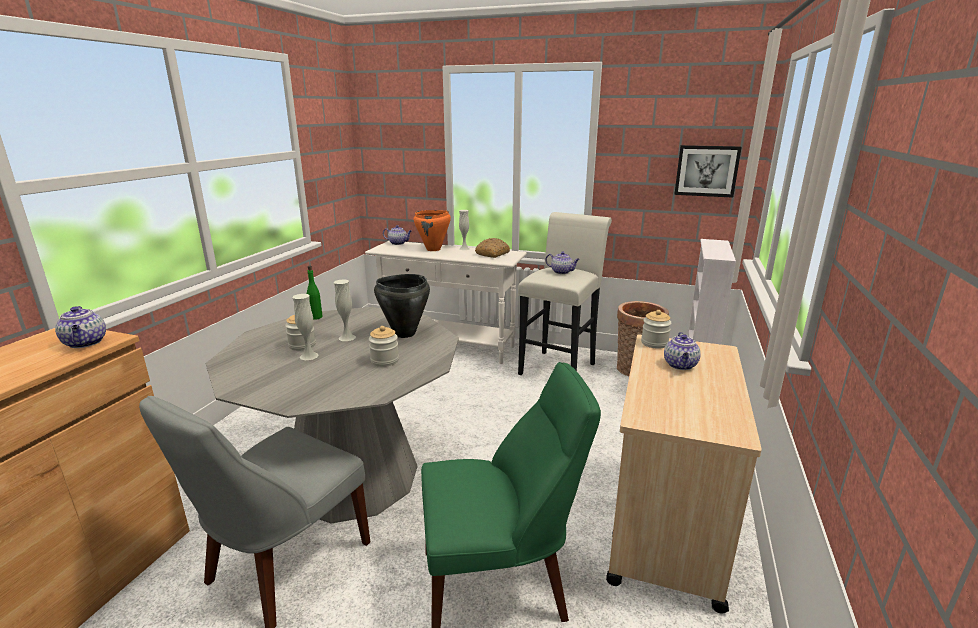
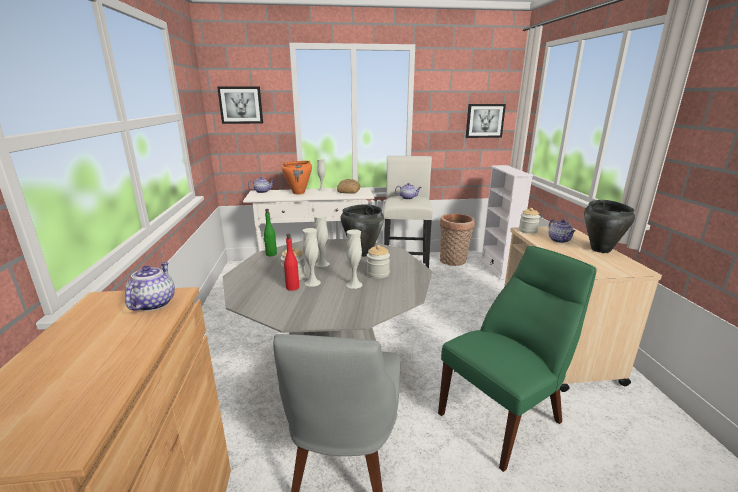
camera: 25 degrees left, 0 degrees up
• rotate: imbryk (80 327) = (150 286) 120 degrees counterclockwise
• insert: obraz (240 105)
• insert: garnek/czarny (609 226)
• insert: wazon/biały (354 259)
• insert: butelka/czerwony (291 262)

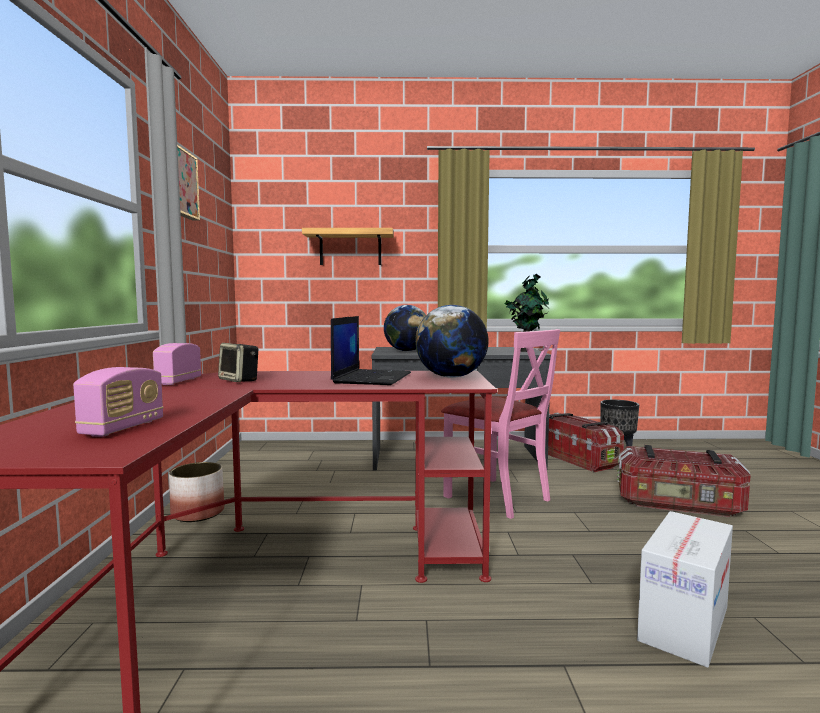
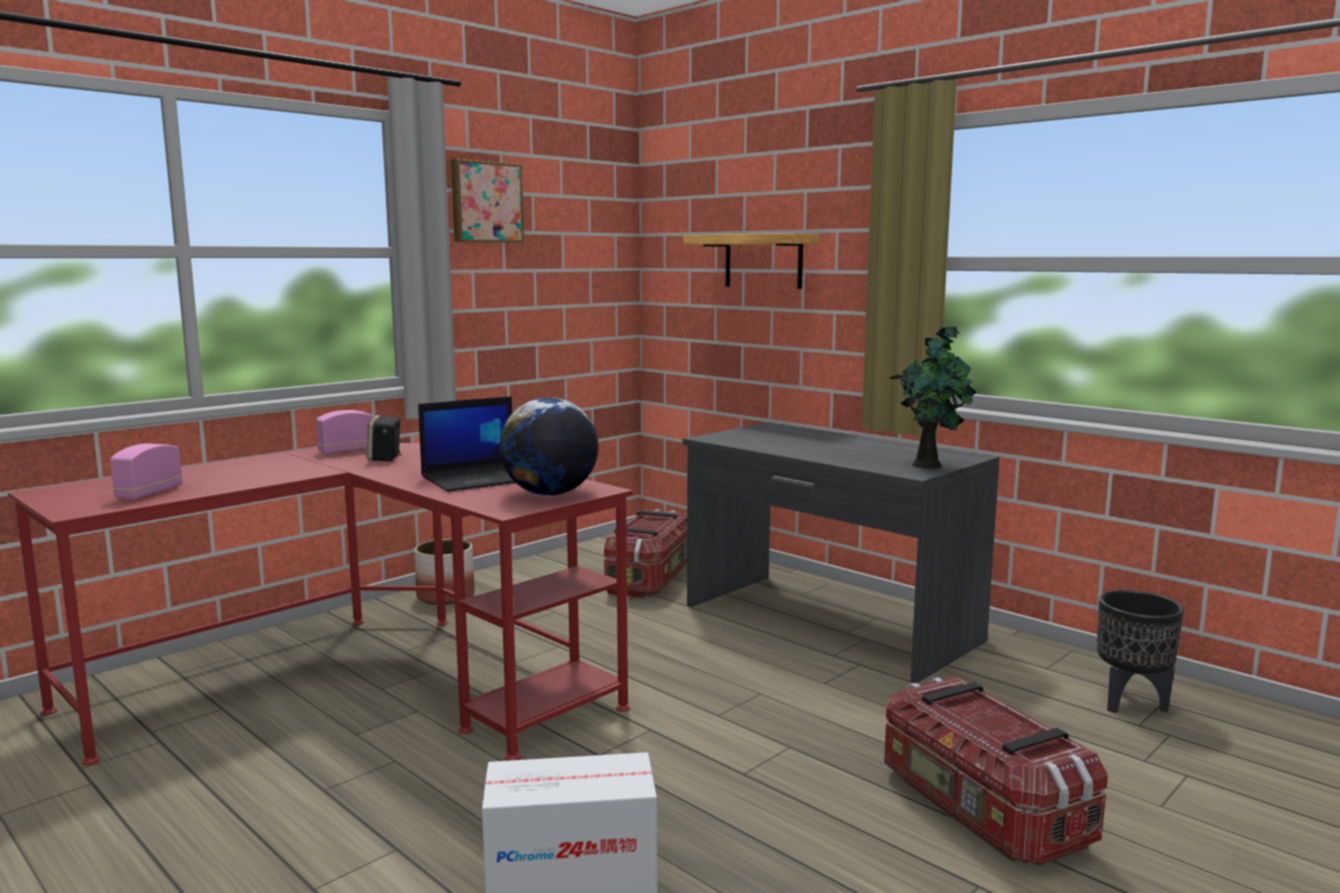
camera: 45 degrees right, 5 degrees up
• delete: globus (405 328)
• delete: krzesło/różowy (500 424)
• rotate: radio (118 402) = (146 472) 135 degrees clockwise
• move: pojemnik do przechowywania (586 442) to (645 553)

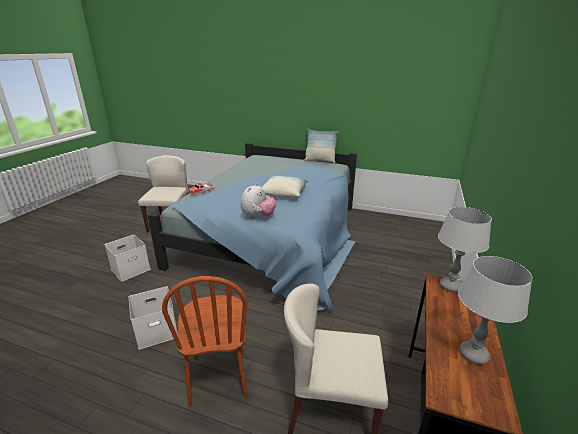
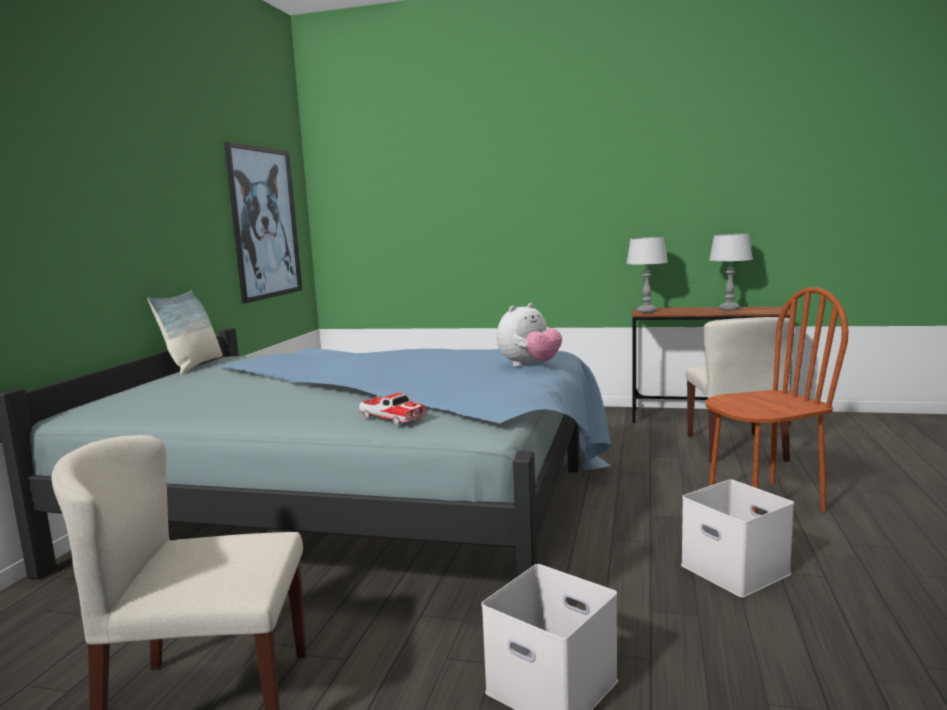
camera: 95 degrees left, 15 degrees down
• delete: poduszka (285 186)
• rotate: pluszak (258 201) = (529 335) 120 degrees clockwise
• insert: obraz (263 222)

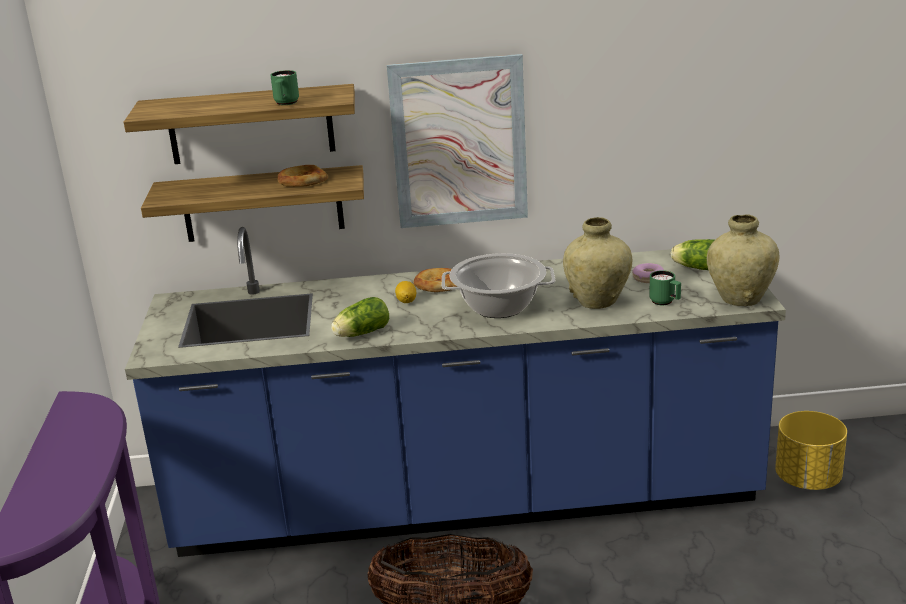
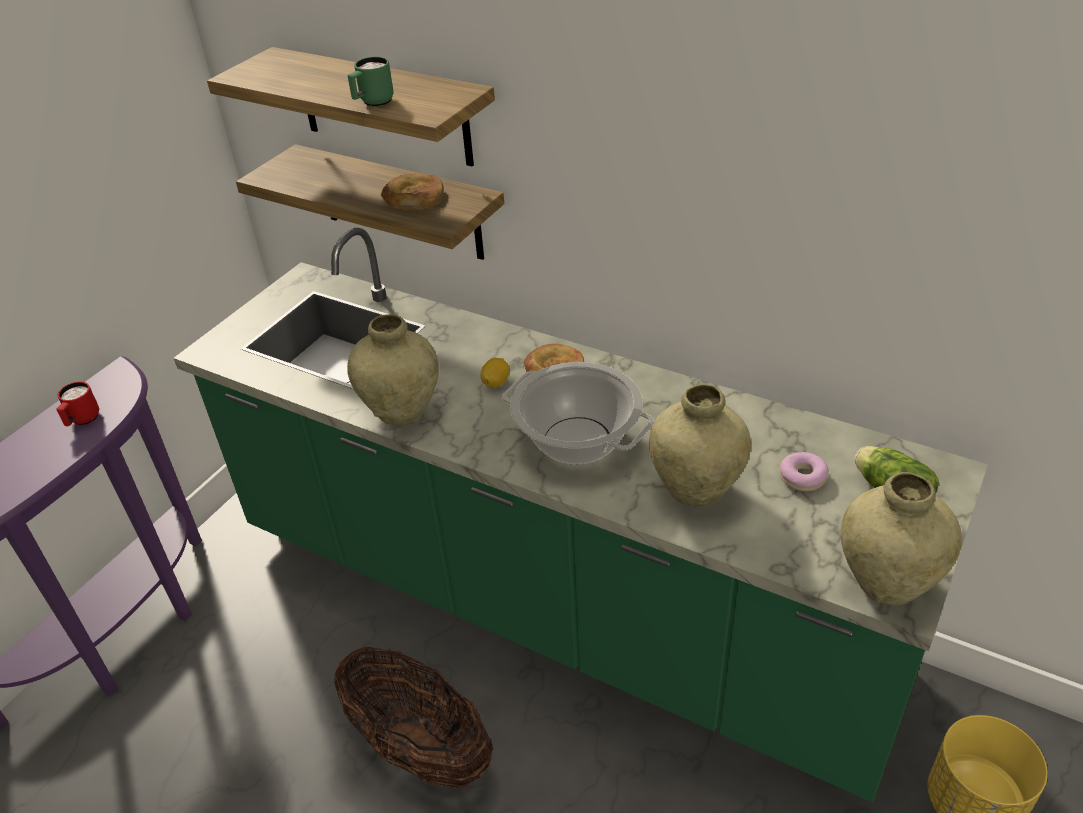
camera: 35 degrees right, 15 degrees up
• delete: obraz (457 141)
• recolor: zabudowa kuchenna/niebieski (455 392) to zabudowa kuchenna/zielony (581 515)
• delete: kubek/zielony (665 287)
• replace: sałata (360 317) to wazon/beżowy (393 370)
• insert: kubek/czerwony (77 403)

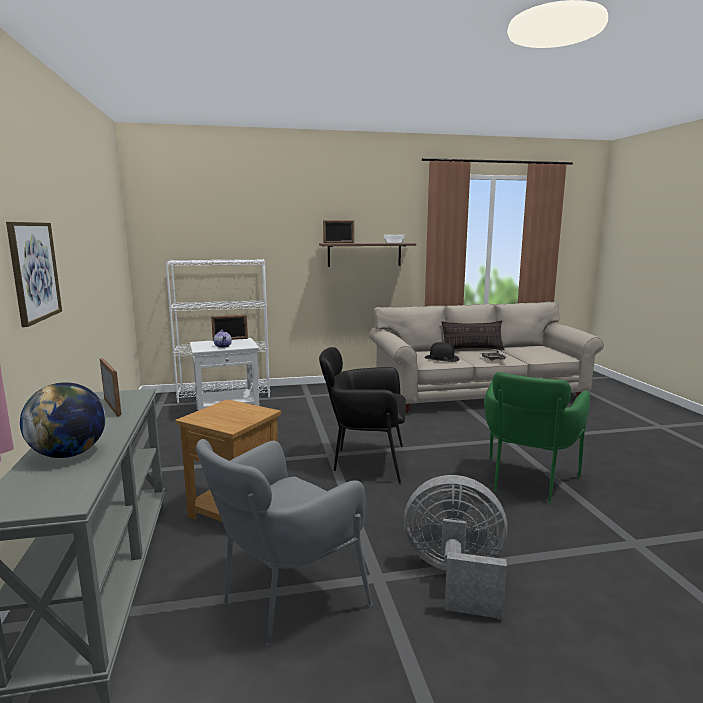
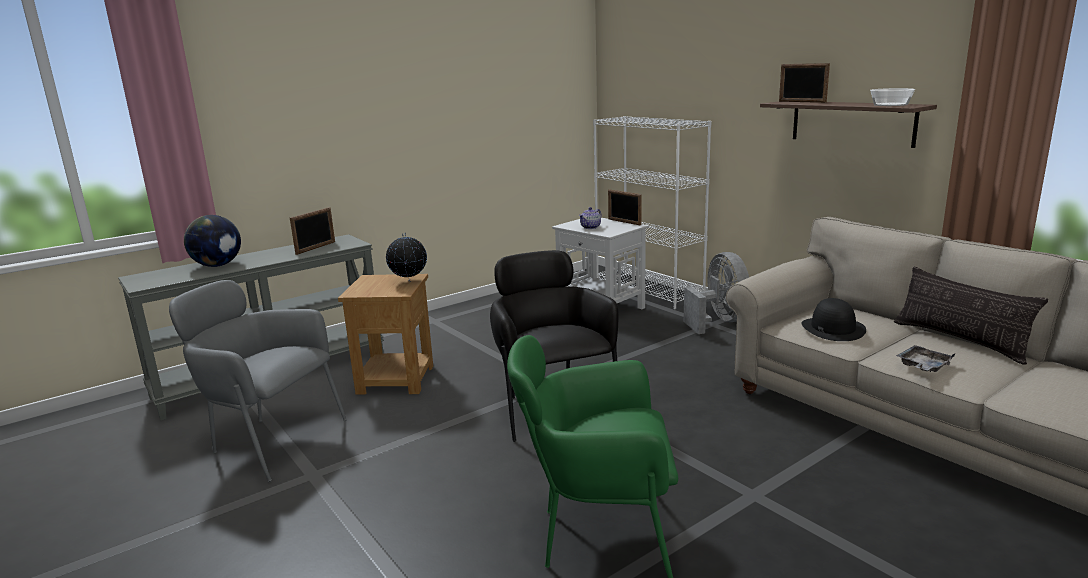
camera: 65 degrees right, 5 degrees up
• delete: obraz (34 274)
• move: wentylator/szary (456 547) to (716 293)
• insert: globus (406 257)

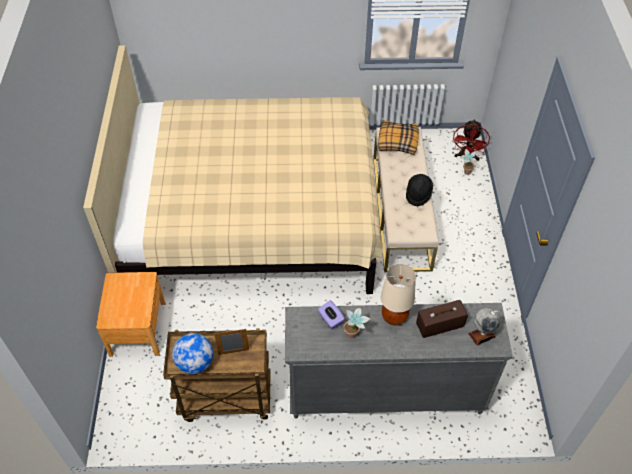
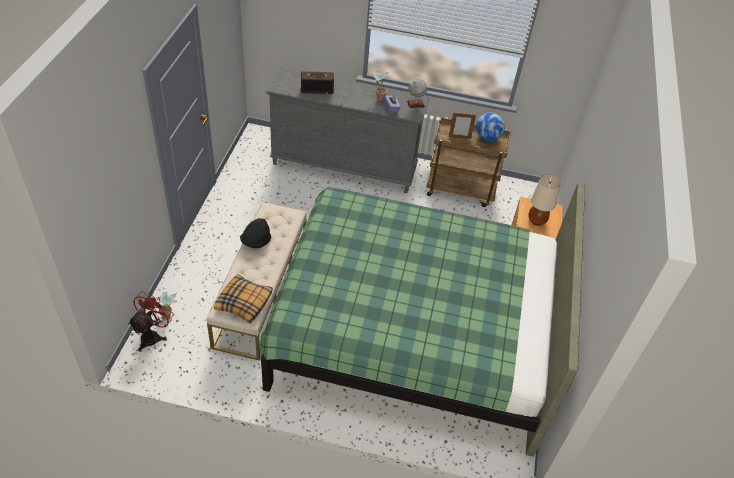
camera: 170 degrees left, 5 degrees down
• recolor: łóżko/beżowy (233 169) to łóżko/zielony (422 320)
• move: lampa stołowa/beżowy (398 294) to (544 200)
• move: globus (484 327) to (417 93)

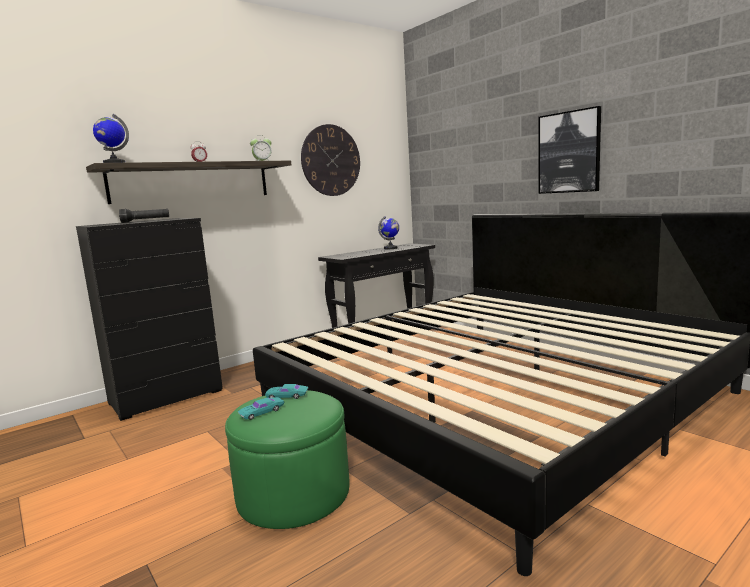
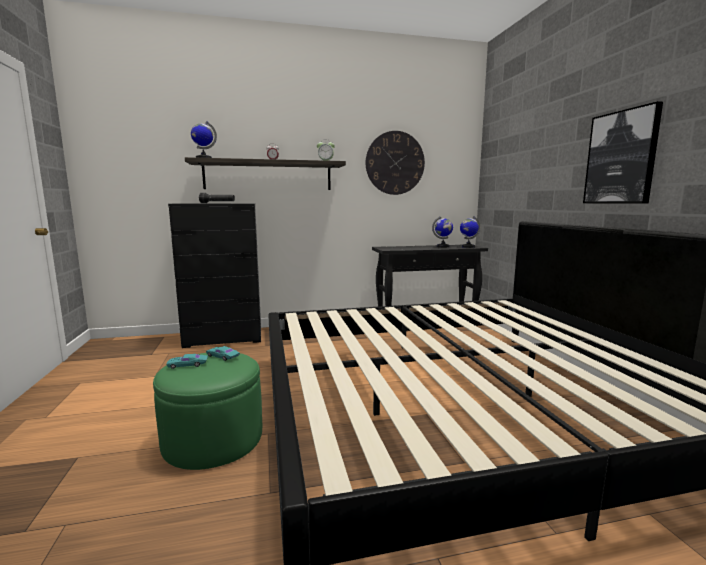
camera: 25 degrees right, 0 degrees up
• insert: globus (470 232)

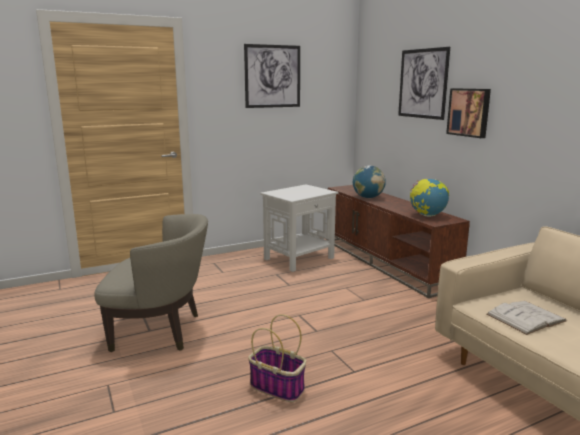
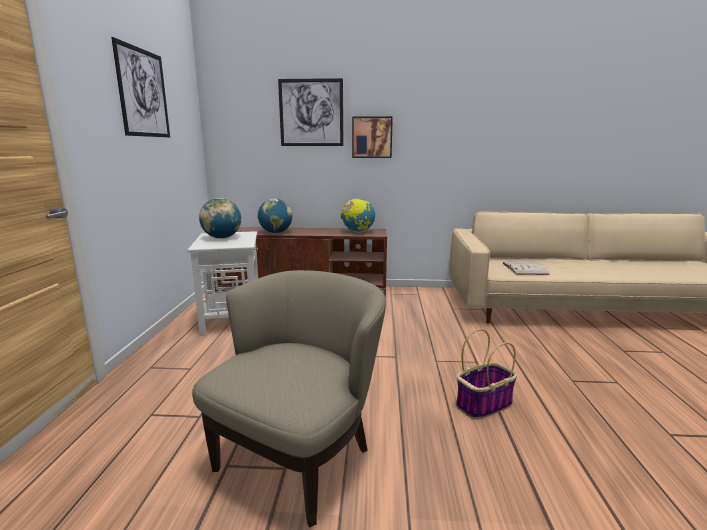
camera: 60 degrees left, 0 degrees up
• insert: globus (220 218)

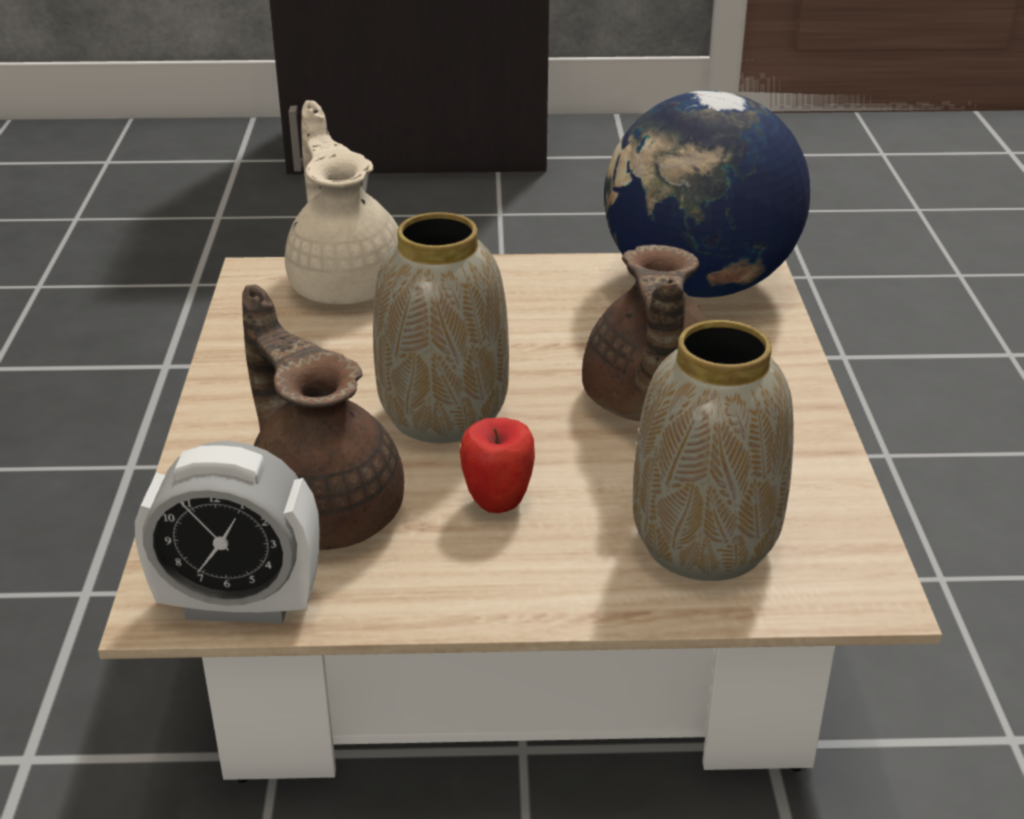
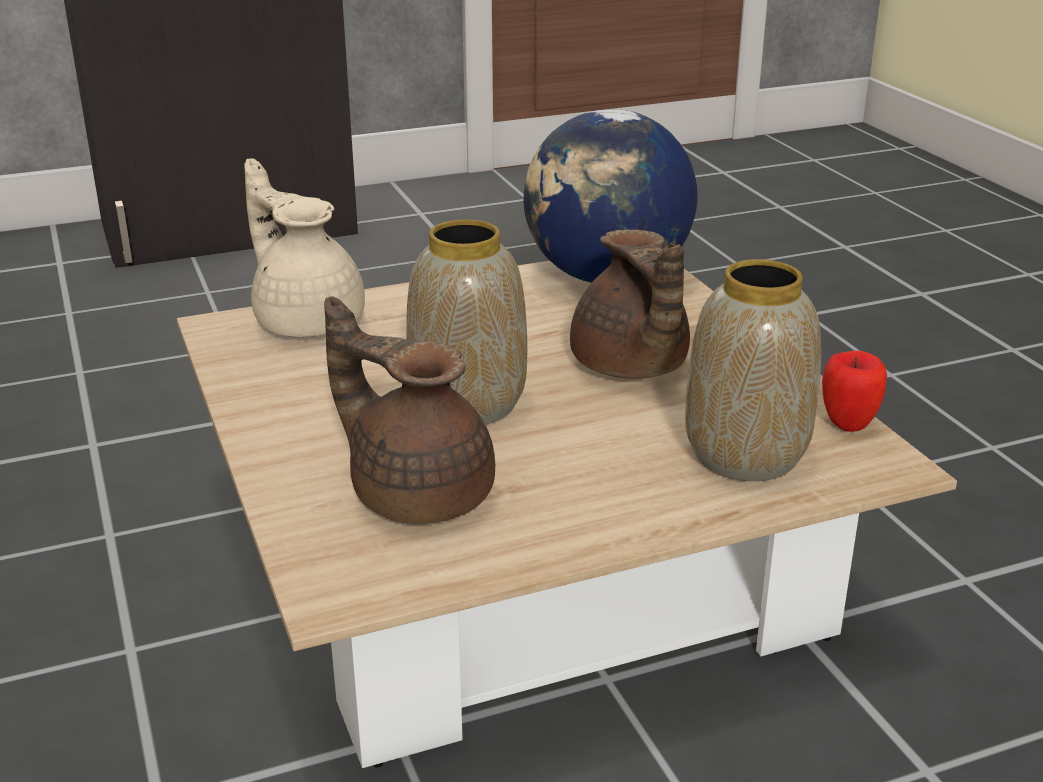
camera: 20 degrees left, 5 degrees down
• move: jabłko (497 465) to (854 391)
• delete: budzik (227 532)

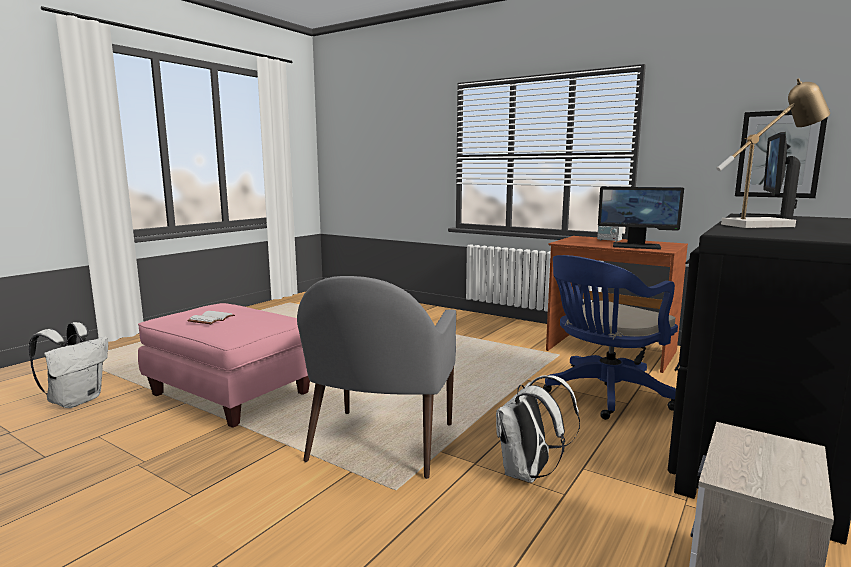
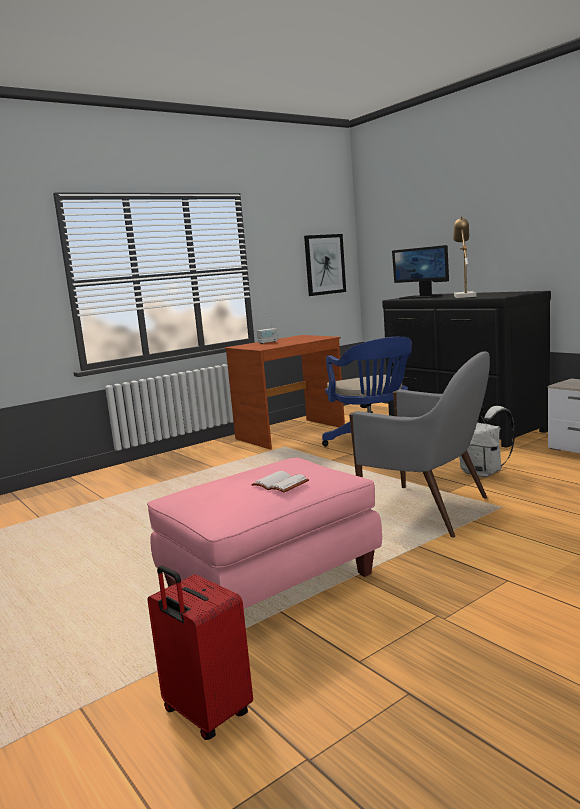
camera: 70 degrees left, 0 degrees up
• delete: monitor (641 218)
• replace: plecak/biały (68 365) to walizka/czerwony (200 653)

